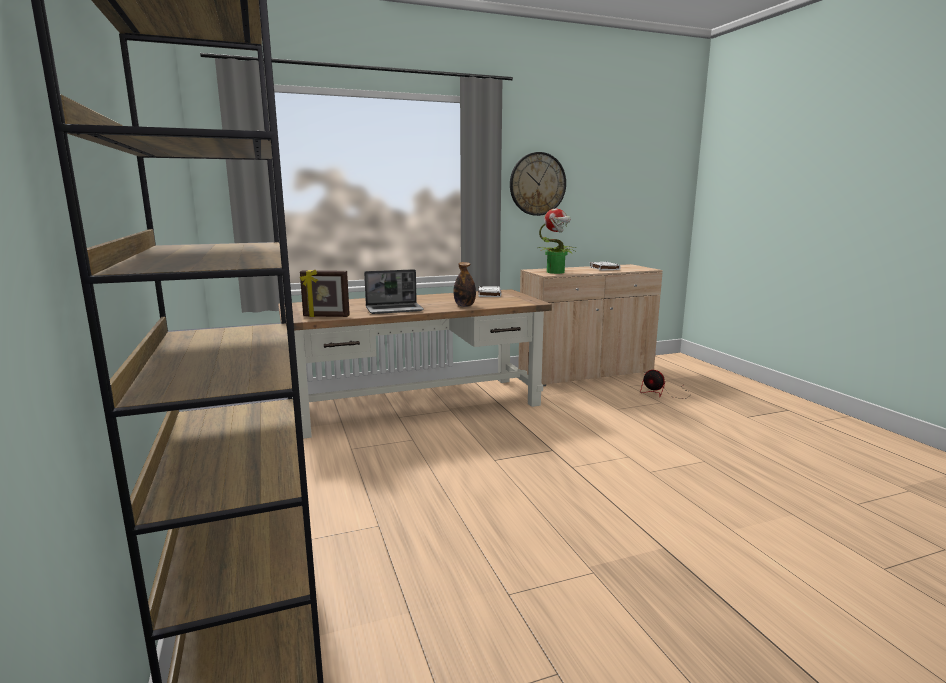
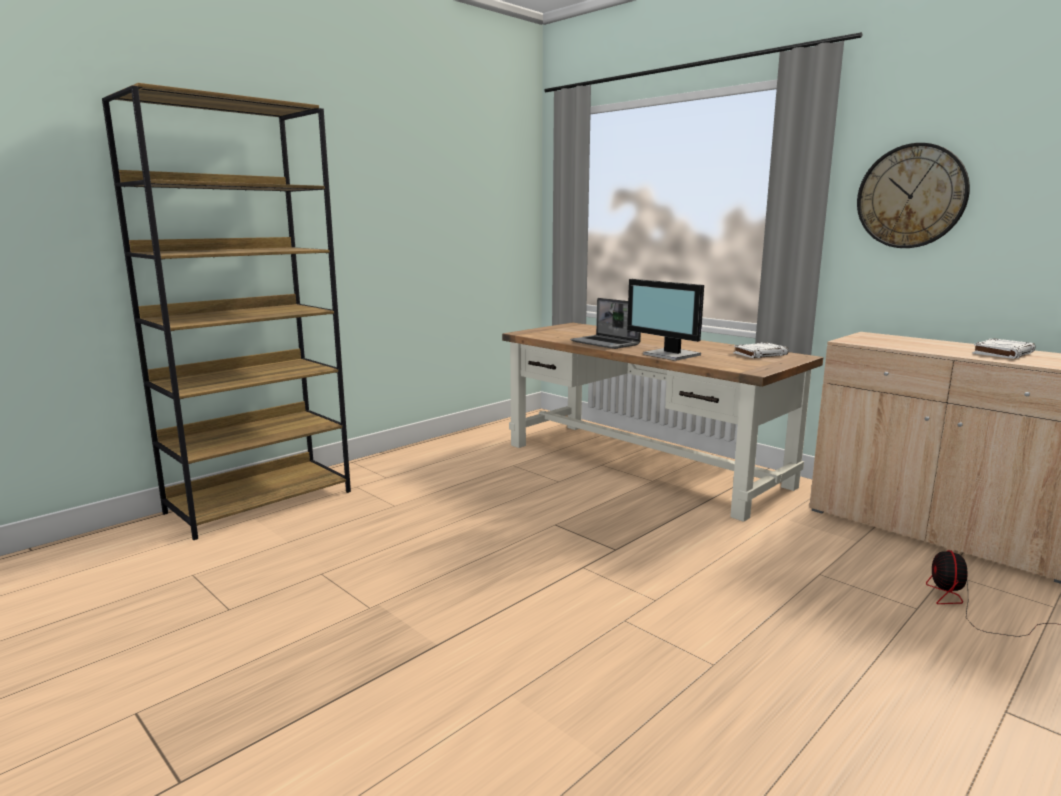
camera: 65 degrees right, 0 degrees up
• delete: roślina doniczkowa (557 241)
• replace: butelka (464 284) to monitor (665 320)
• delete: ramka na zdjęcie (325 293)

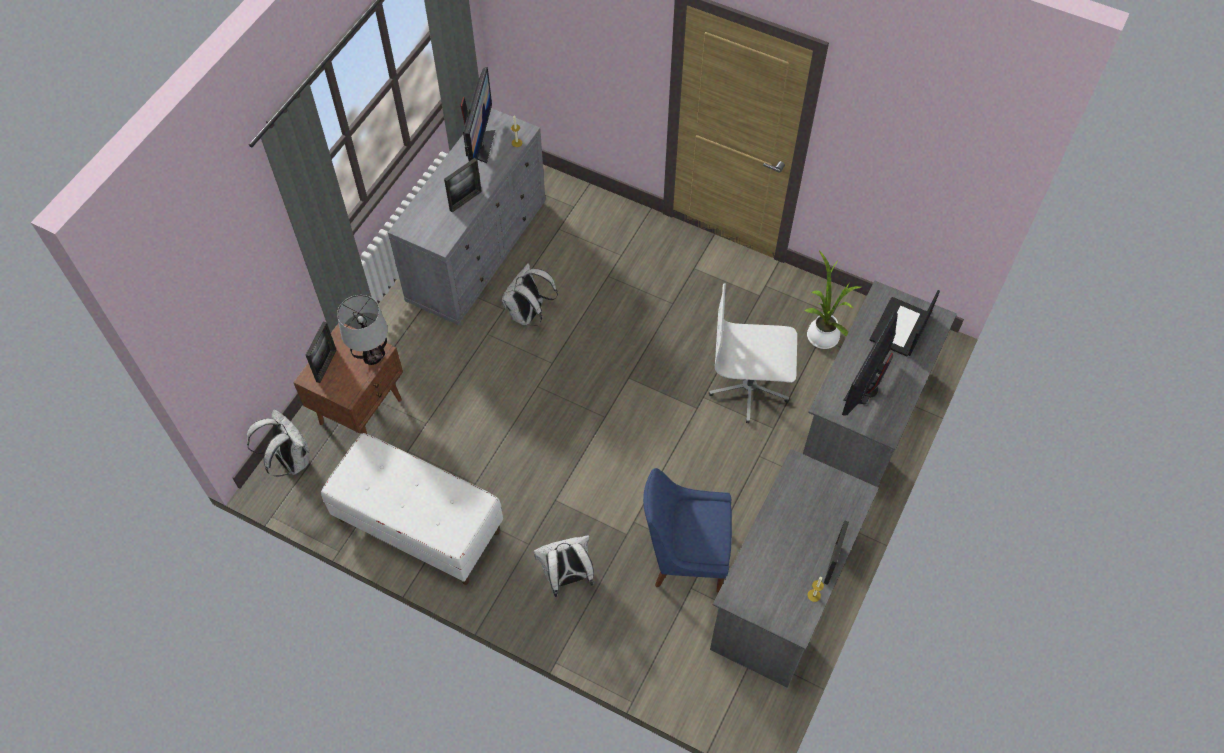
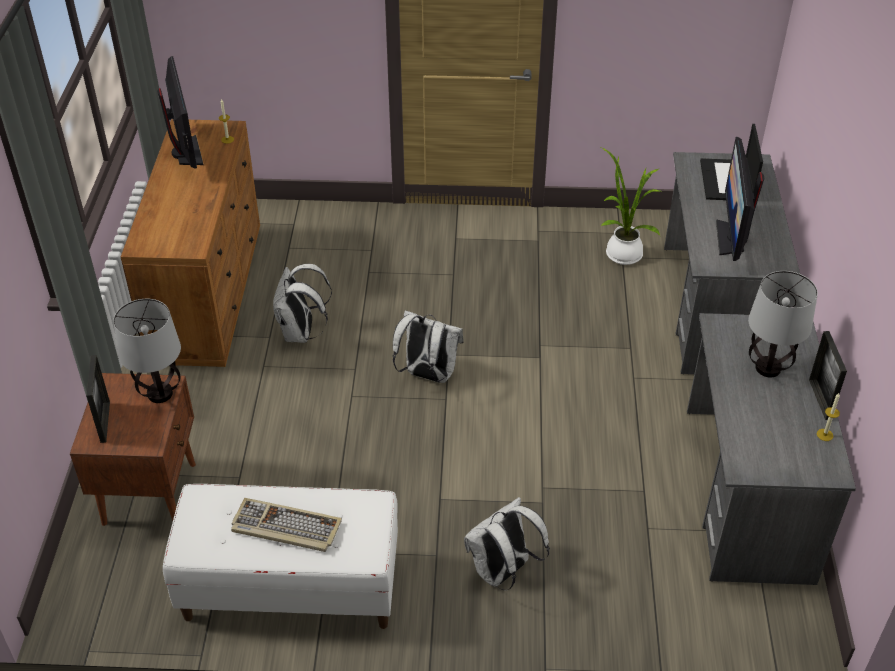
camera: 25 degrees left, 15 degrees down
• recolor: komoda/szary (467 216) to komoda/brązowy (190 243)
• delete: ramka na zdjęcie (463 185)
• delete: krzesło biurowe/biały (753 353)
• move: plecak/biały (278 443) to (428 347)
• delete: krzesło/niebieski (687 530)
• insert: lampa stołowa (783 324)
• insert: klawiatura (286 525)

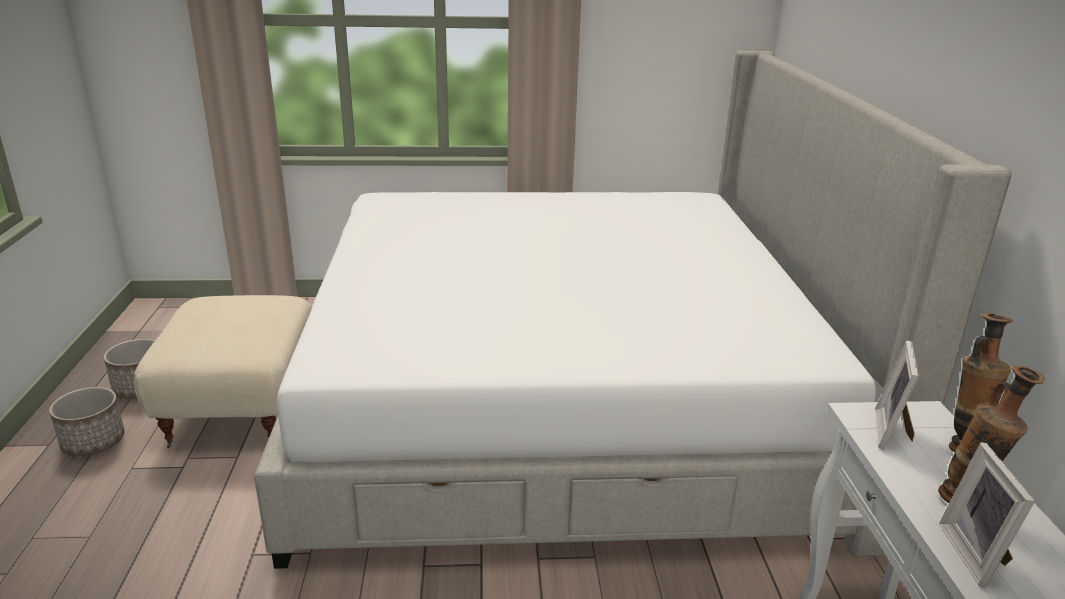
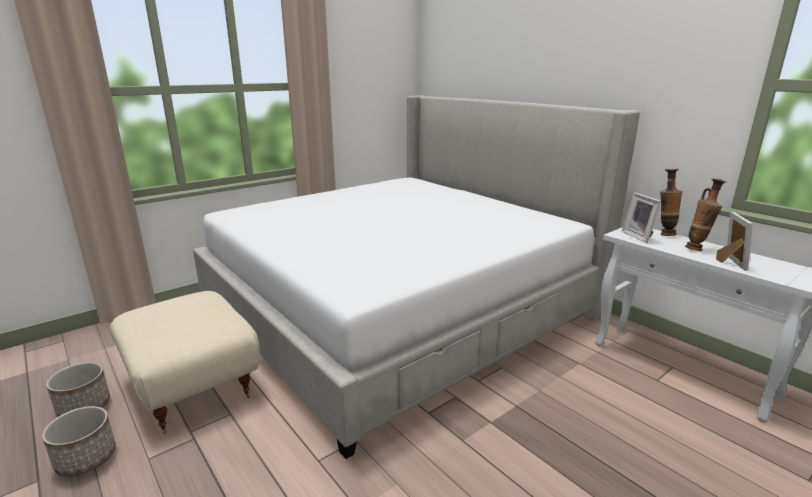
camera: 35 degrees left, 5 degrees down
• rotate: ramka na zdjęcie (987 515) = (734 241) 135 degrees counterclockwise

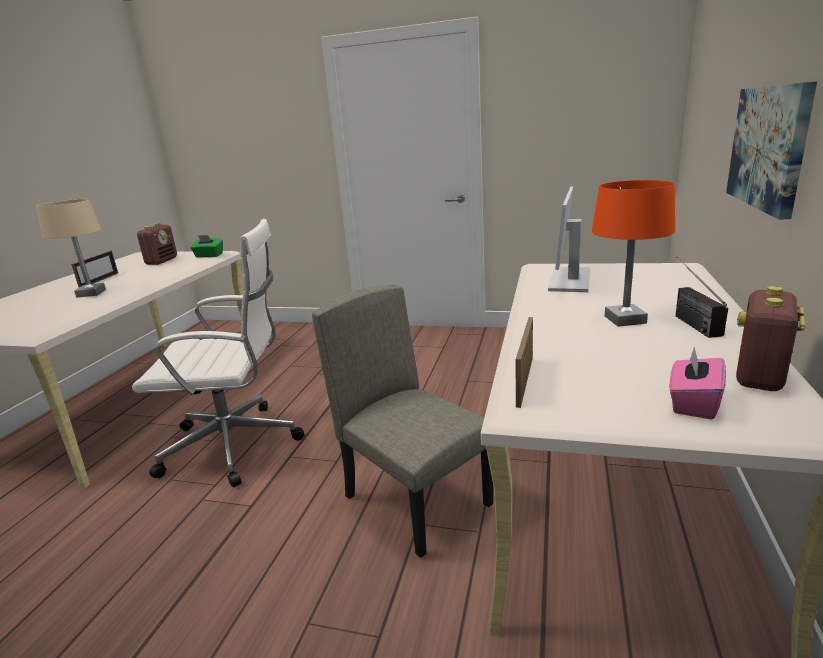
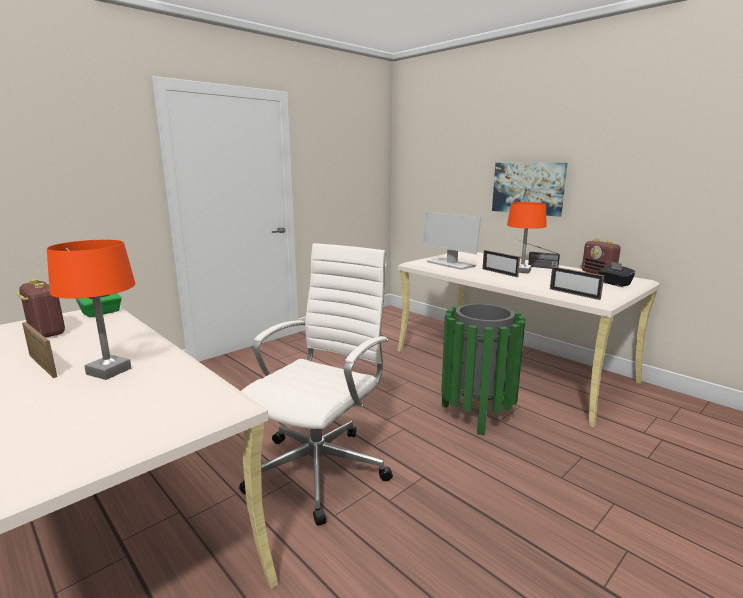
camera: 60 degrees left, 5 degrees down
• recolor: lampa stołowa/beżowy (71 248) to lampa stołowa/pomarańczowy (91 310)
• replace: krzesło/beżowy (402 421) to kosz na śmieci/zielony (483 369)
• recolor: pudełko chusteczek/różowy (697 383) to pudełko chusteczek/czarny (617 274)
• insert: ramka na zdjęcie (501 263)

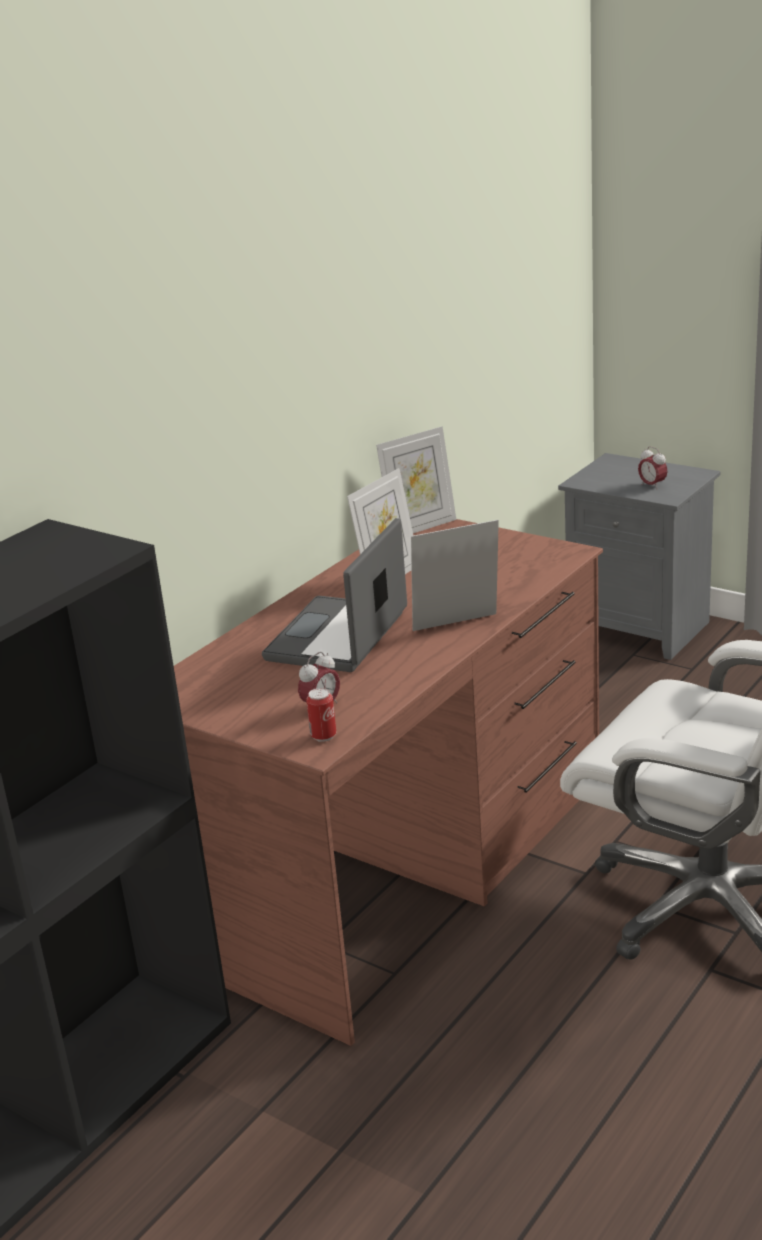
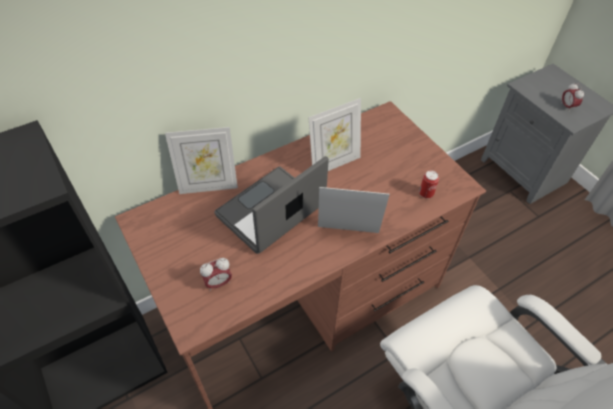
camera: 20 degrees right, 25 degrees up
• move: ramka na zdjęcie (416 479) to (201 160)
• move: puszka (321 715) to (429 184)

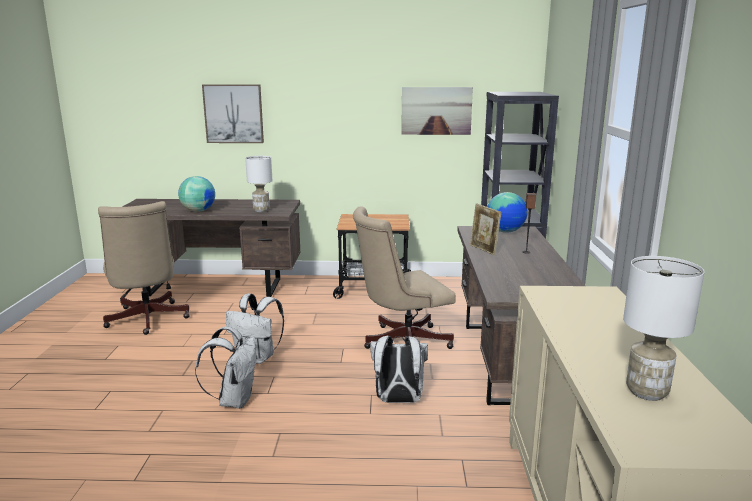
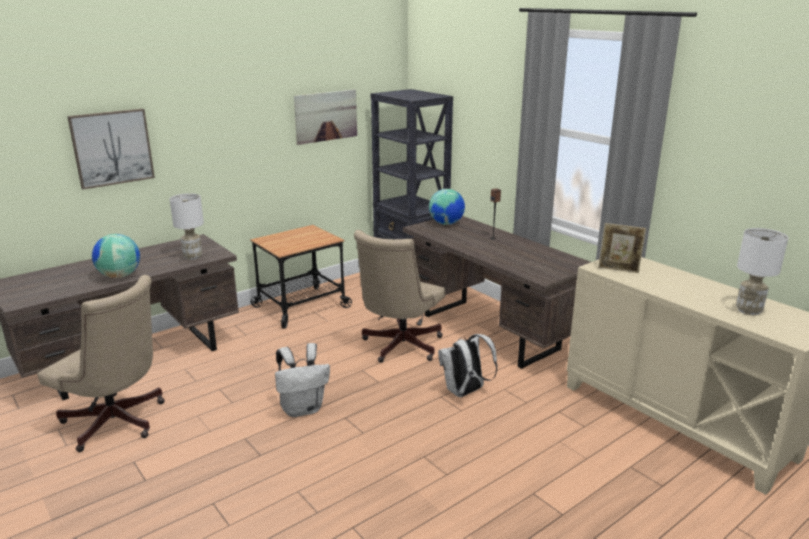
camera: 40 degrees left, 5 degrees up
• move: ramka na zdjęcie (485 229) to (622 248)
• delete: plecak/biały (225 368)

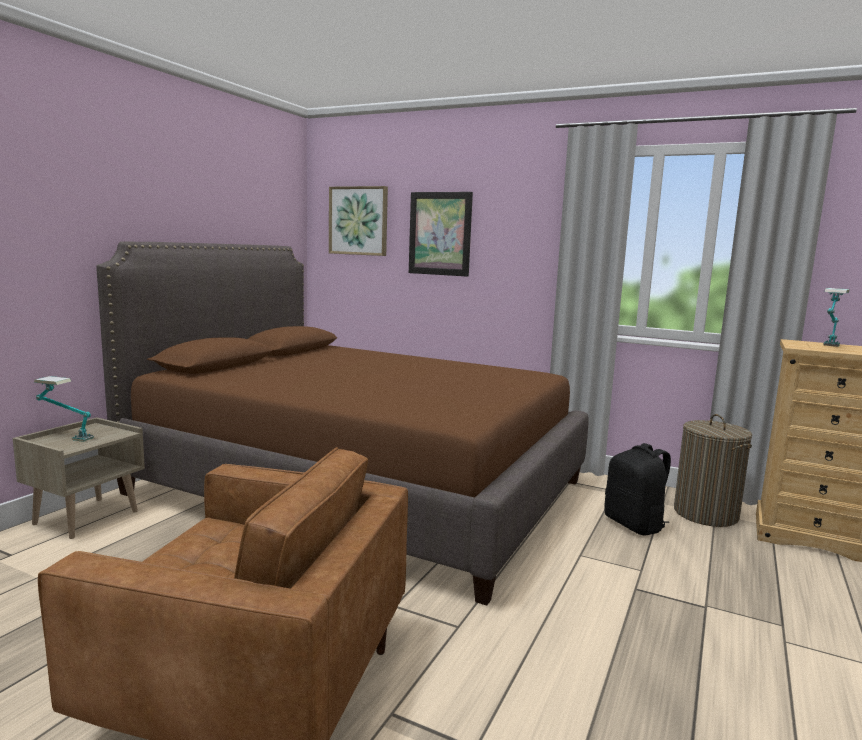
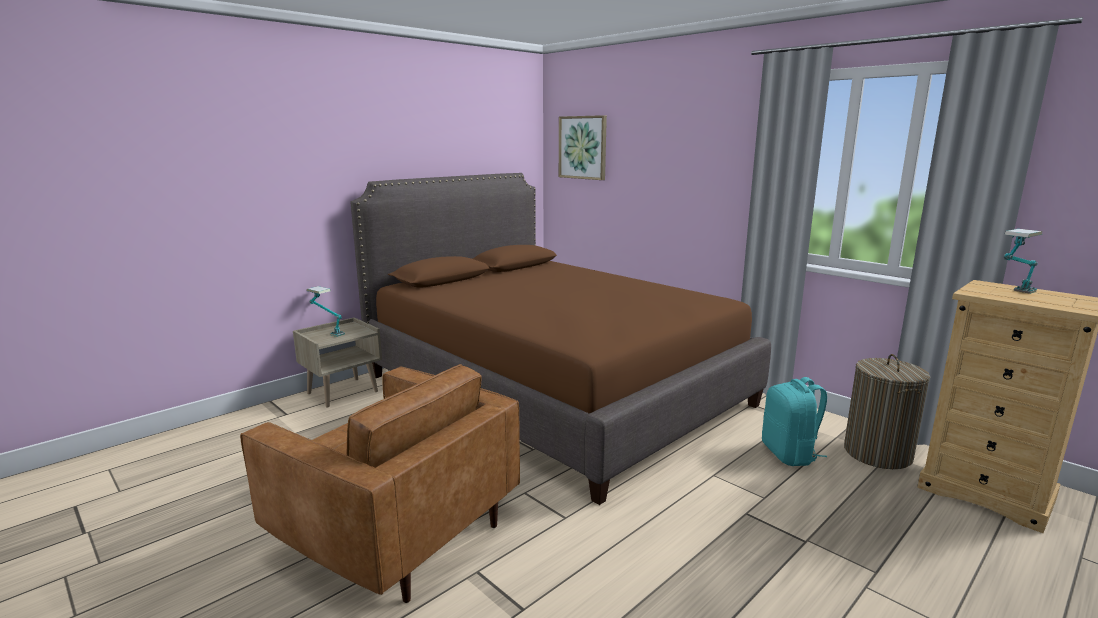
camera: 20 degrees right, 5 degrees up
• delete: obraz (441 234)
• recolor: plecak/czarny (637 489) to plecak/turkusowy (794 421)

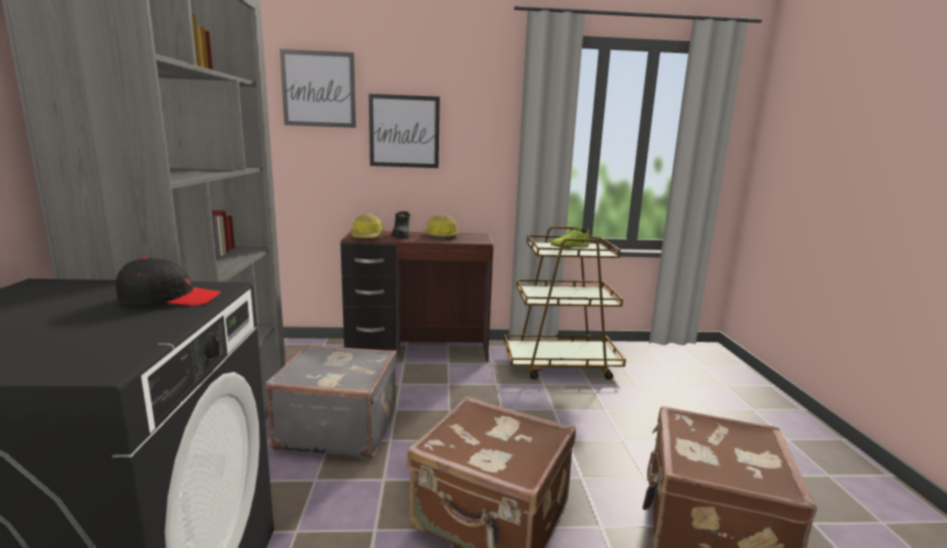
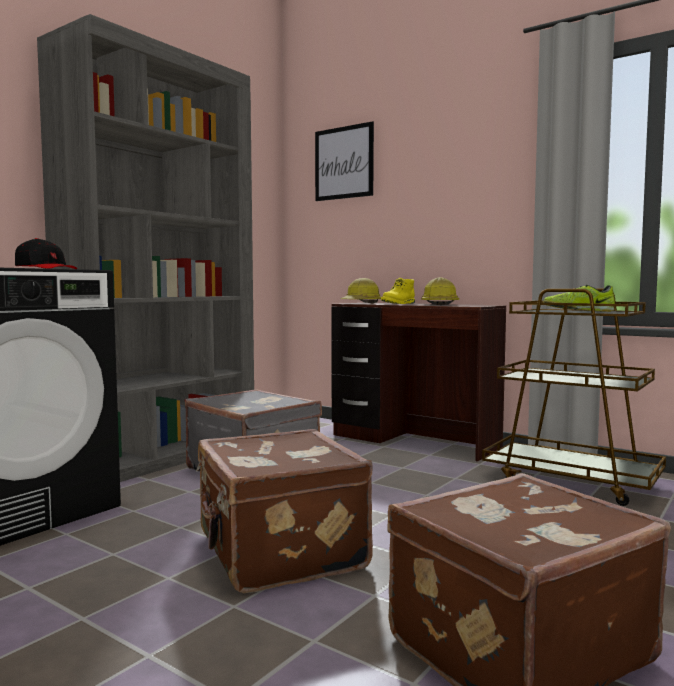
camera: 40 degrees right, 10 degrees down
• delete: obraz (404 131)
• recolor: but z cholewką/czarny (400 224) to but z cholewką/żółty (398 291)

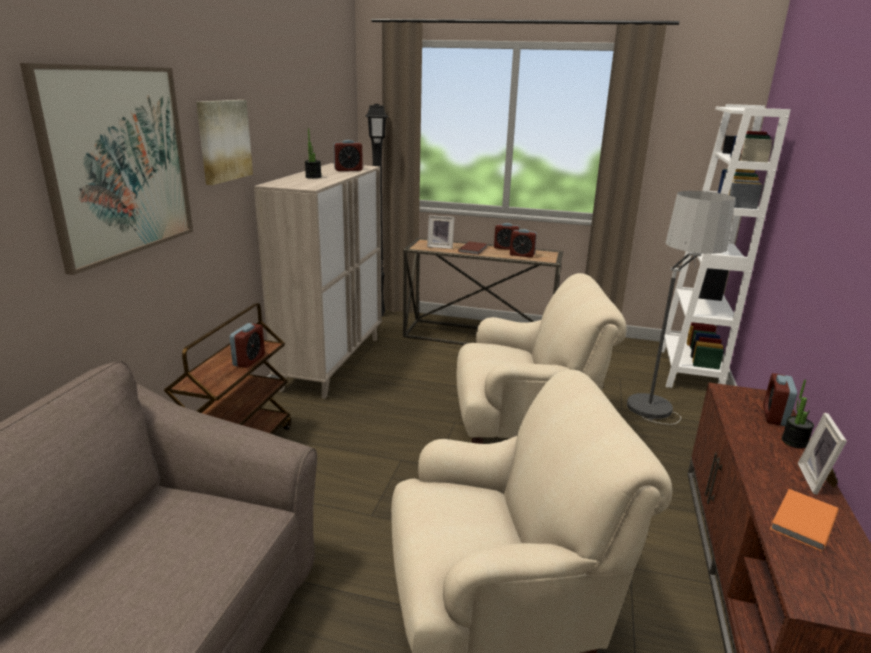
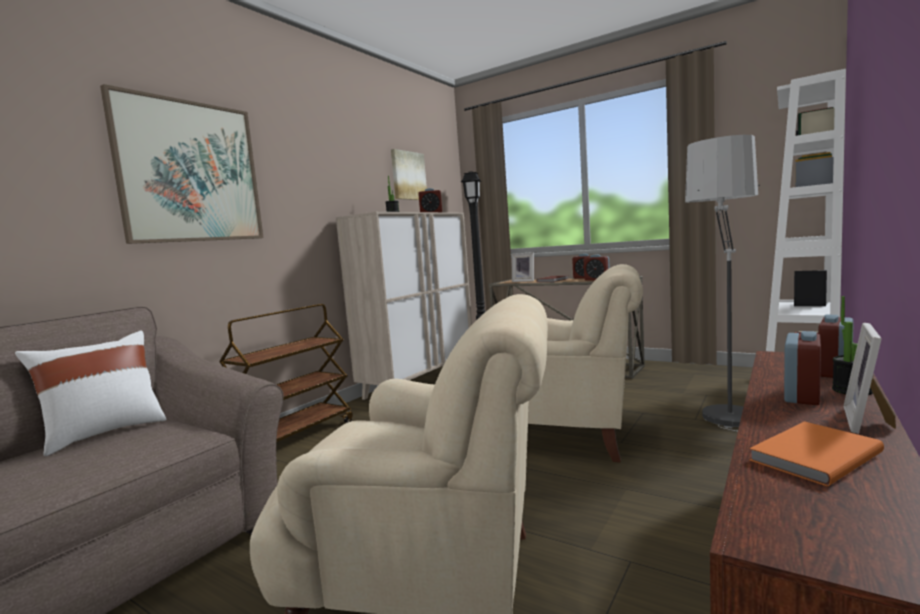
camera: 20 degrees right, 15 degrees down
• move: obraz (224 142) to (409 174)
• move: budzik (247 345) to (802 368)
• insert: poduszka/biały (90 393)

